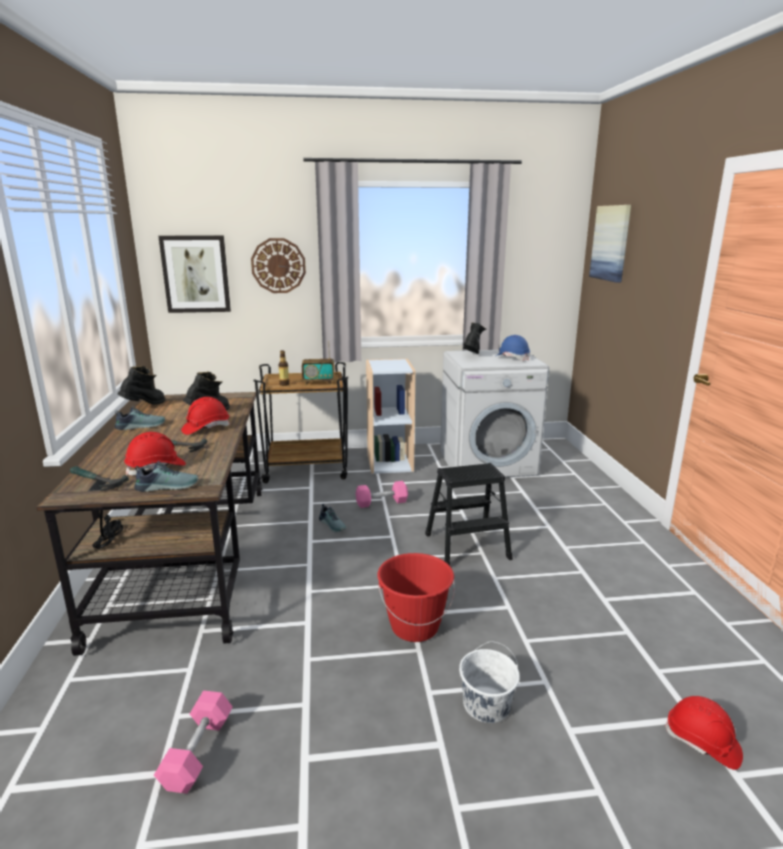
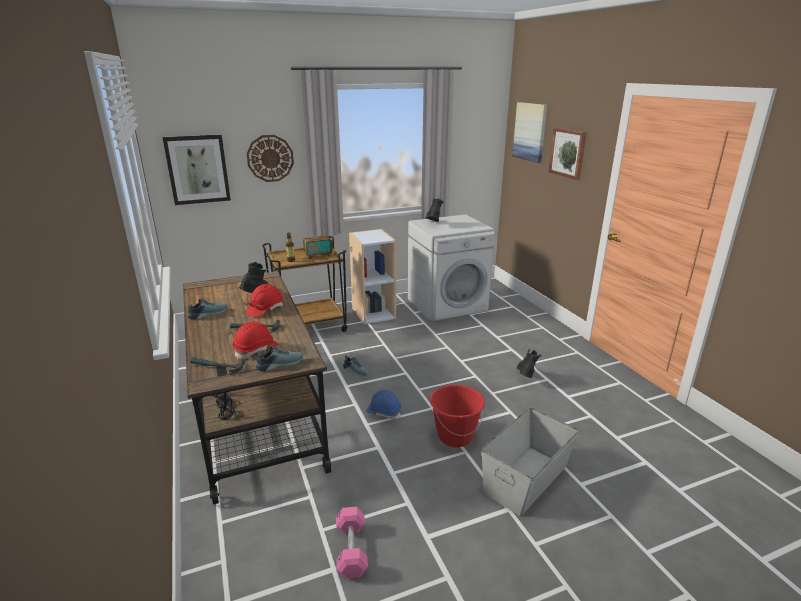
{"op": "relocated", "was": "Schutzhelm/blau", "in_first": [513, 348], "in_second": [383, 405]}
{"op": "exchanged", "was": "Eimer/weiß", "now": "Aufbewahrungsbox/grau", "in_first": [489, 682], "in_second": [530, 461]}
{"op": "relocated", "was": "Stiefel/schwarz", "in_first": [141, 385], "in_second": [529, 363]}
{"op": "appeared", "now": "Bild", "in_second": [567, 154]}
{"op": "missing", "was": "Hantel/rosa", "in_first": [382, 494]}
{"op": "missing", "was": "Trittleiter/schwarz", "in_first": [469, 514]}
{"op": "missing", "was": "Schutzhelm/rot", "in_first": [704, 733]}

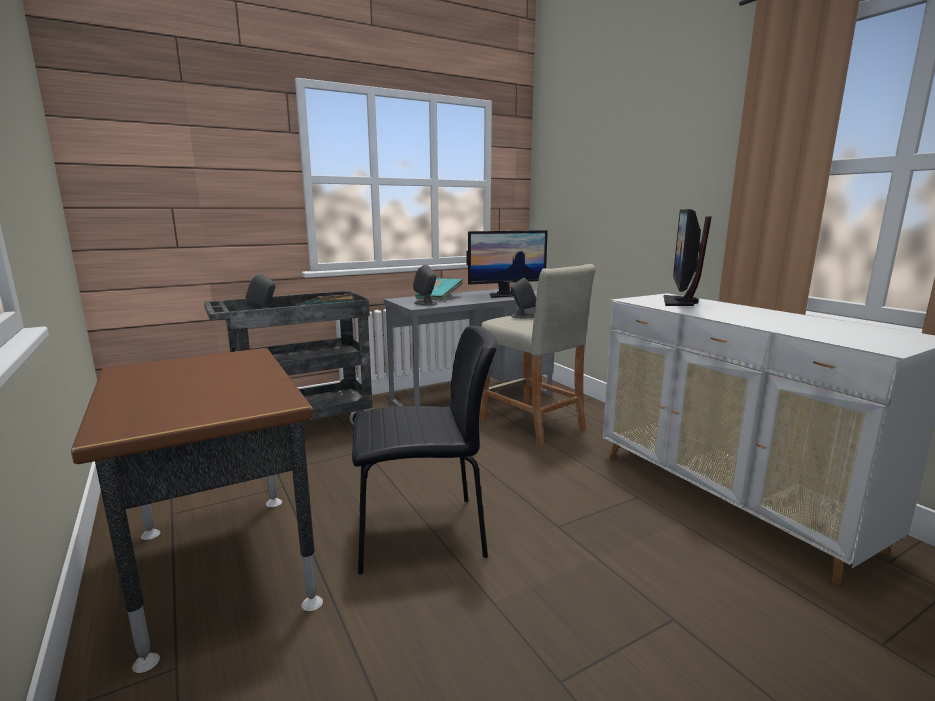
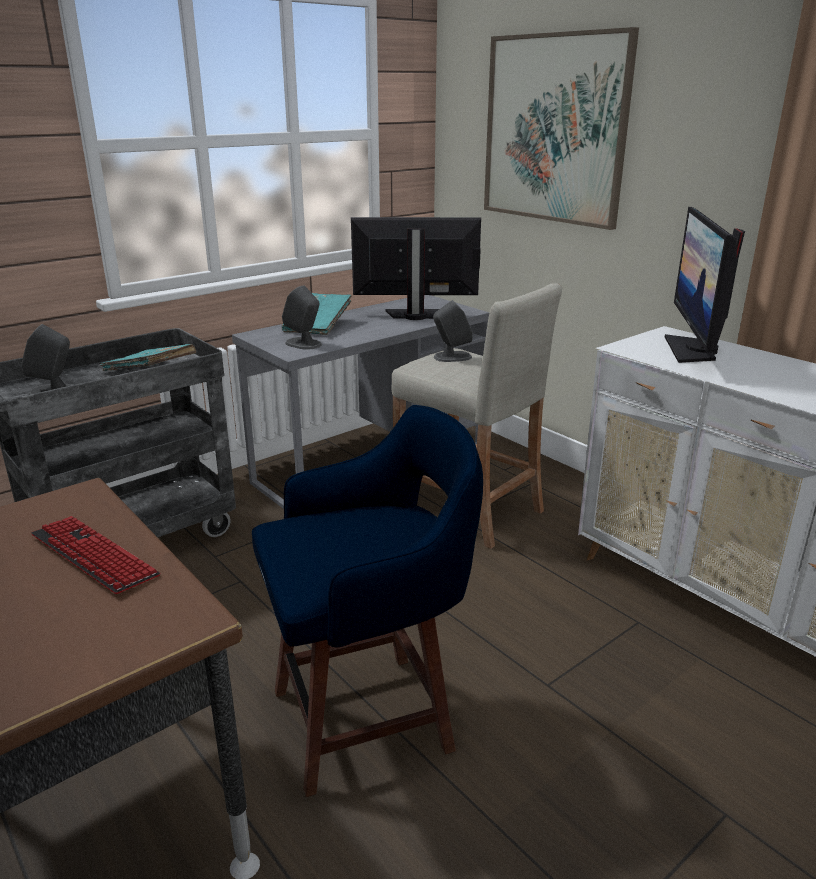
{"op": "appeared", "now": "Tastatur", "in_second": [96, 555]}
{"op": "exchanged", "was": "Stuhl/schwarz", "now": "Hocker/blau", "in_first": [424, 450], "in_second": [367, 601]}
{"op": "spun", "was": "Monitor", "in_first": [507, 264], "in_second": [416, 268], "clockwise": -150}
{"op": "appeared", "now": "Bild", "in_second": [561, 128]}

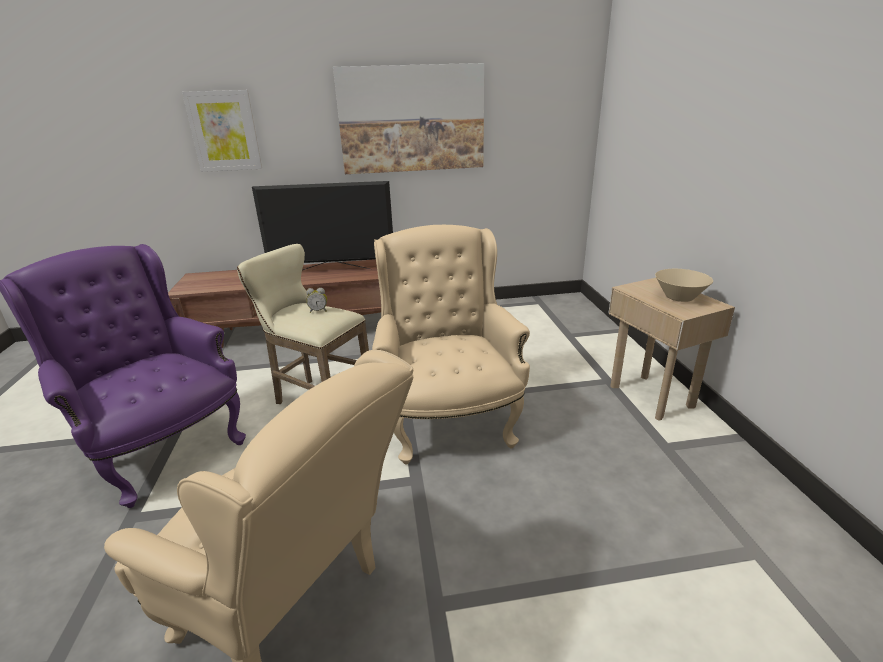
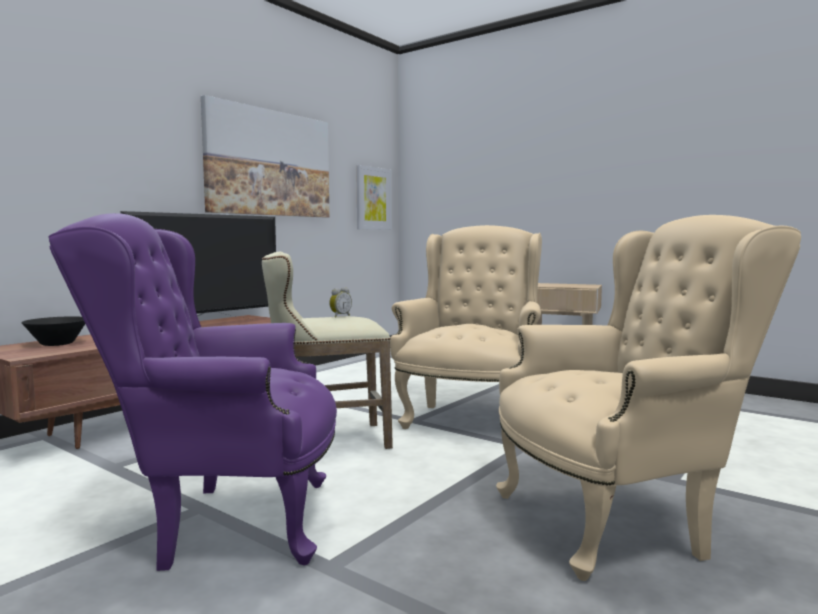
{"op": "appeared", "now": "Schüssel/schwarz", "in_second": [53, 331]}
{"op": "relocated", "was": "Bild", "in_first": [222, 131], "in_second": [373, 197]}
{"op": "spun", "was": "Sessel/beige", "in_first": [451, 345], "in_second": [466, 327], "clockwise": 75}
{"op": "missing", "was": "Schüssel/beige", "in_first": [684, 285]}

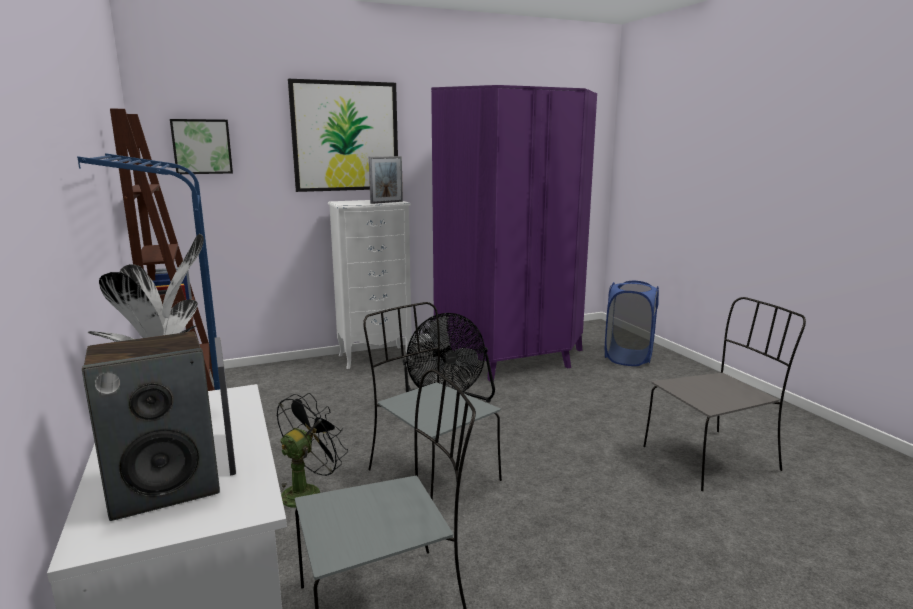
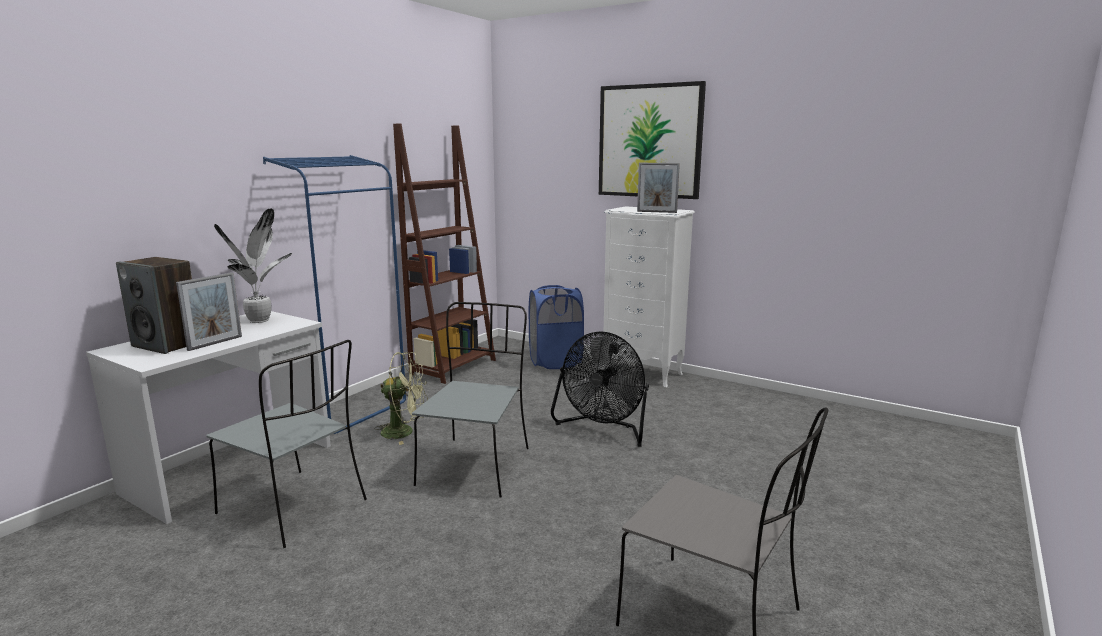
{"op": "colour", "was": "Ventilator/schwarz", "now": "Ventilator/grün", "in_first": [312, 450], "in_second": [401, 398]}
{"op": "relocated", "was": "Wäschekorb/blau", "in_first": [632, 323], "in_second": [556, 327]}
{"op": "missing", "was": "Bild", "in_first": [201, 146]}
{"op": "missing", "was": "Kleiderschrank/lila", "in_first": [514, 233]}

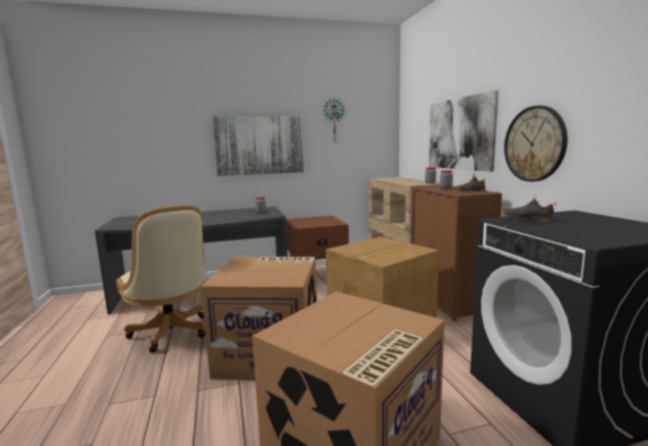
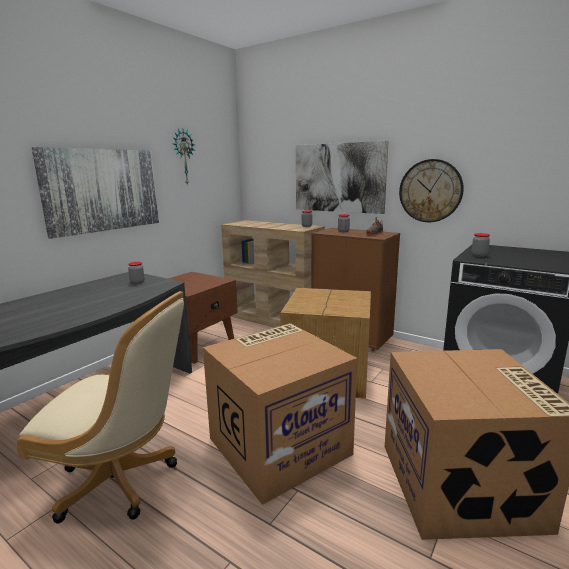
{"op": "exchanged", "was": "Schuh/schwarz", "now": "Vorratsglas", "in_first": [529, 208], "in_second": [480, 245]}

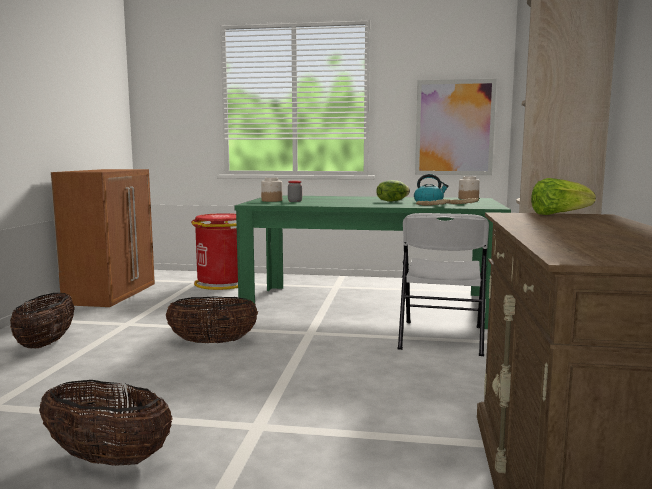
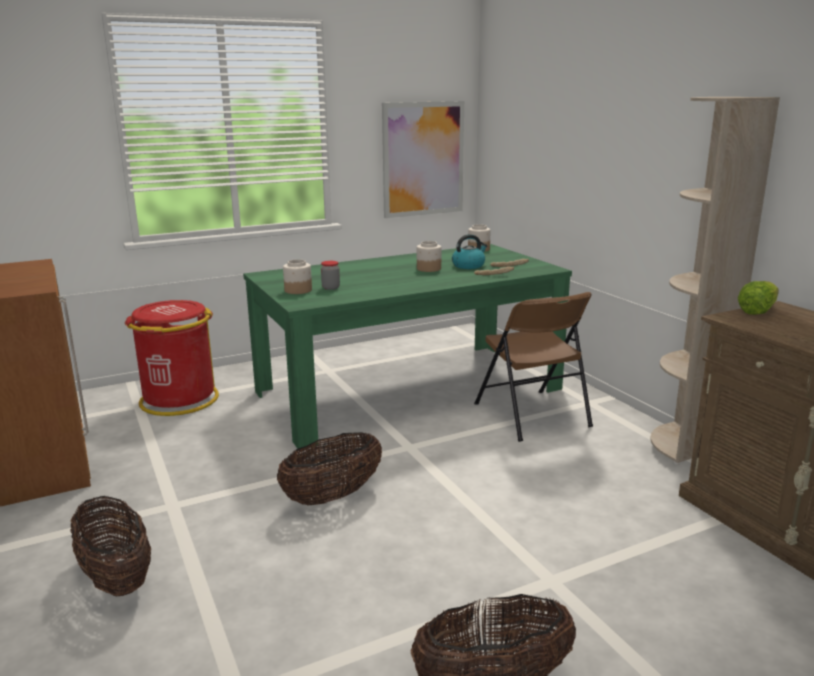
{"op": "exchanged", "was": "Salatkopf", "now": "Vorratsglas", "in_first": [393, 191], "in_second": [429, 256]}
{"op": "colour", "was": "Stuhl/weiß", "now": "Stuhl/braun", "in_first": [443, 284], "in_second": [533, 367]}

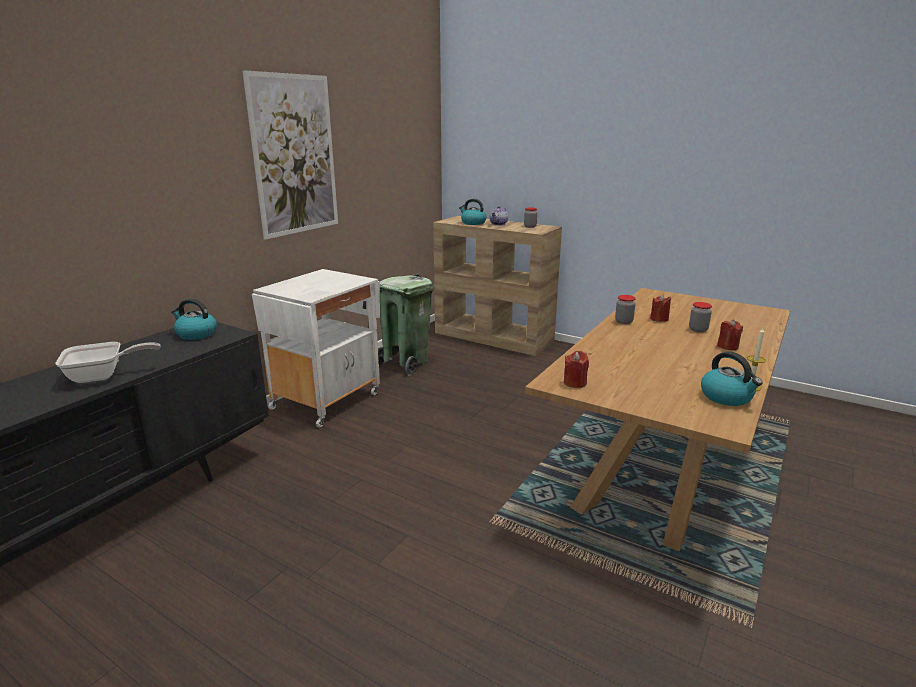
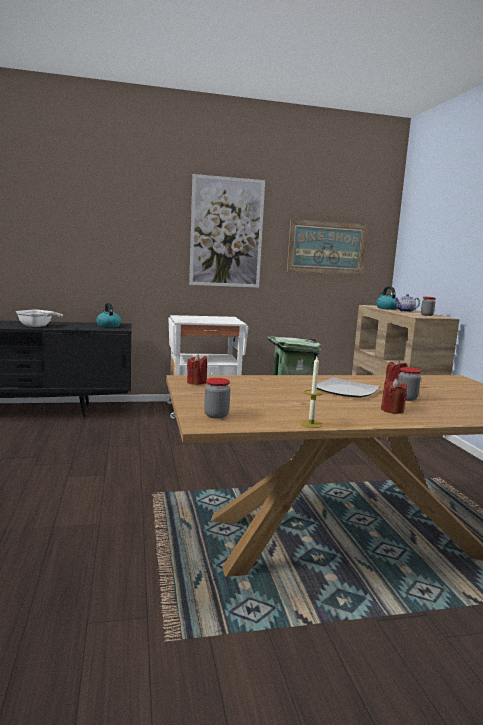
{"op": "relocated", "was": "Vorratsglas", "in_first": [625, 309], "in_second": [217, 398]}
{"op": "appeared", "now": "Bild", "in_second": [327, 247]}
{"op": "appeared", "now": "Teller", "in_second": [348, 387]}
{"op": "missing", "was": "Wasserkessel", "in_first": [732, 378]}

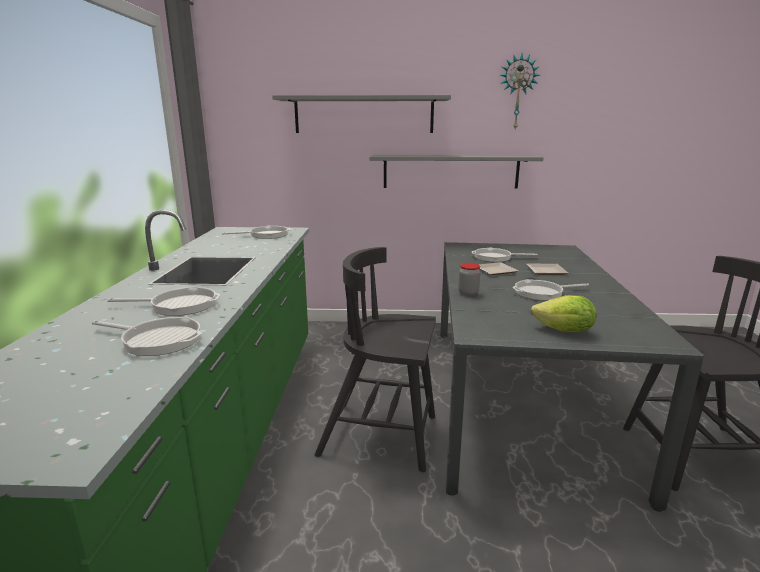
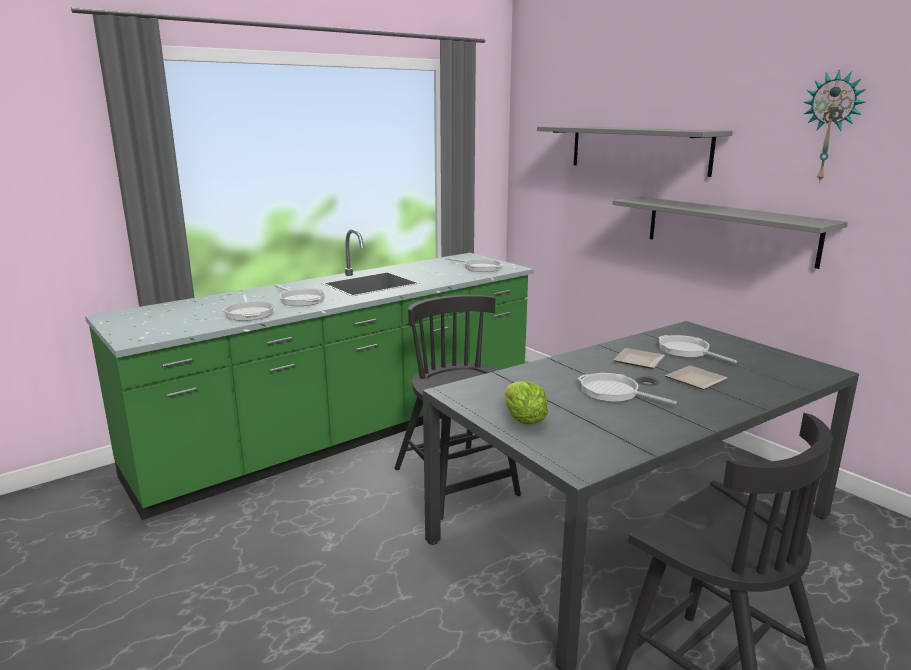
{"op": "missing", "was": "Vorratsglas", "in_first": [469, 279]}

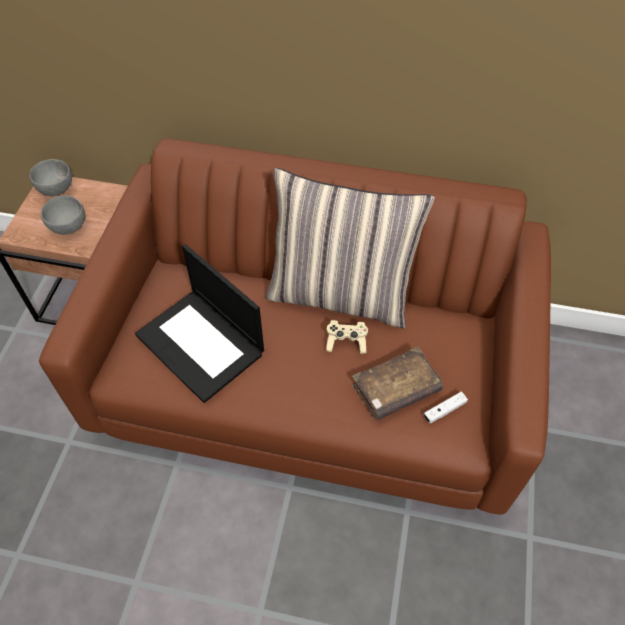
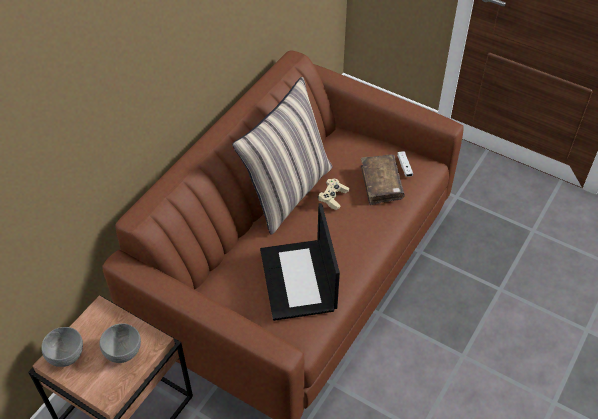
{"op": "spun", "was": "Laptop", "in_first": [199, 323], "in_second": [300, 262], "clockwise": 105}

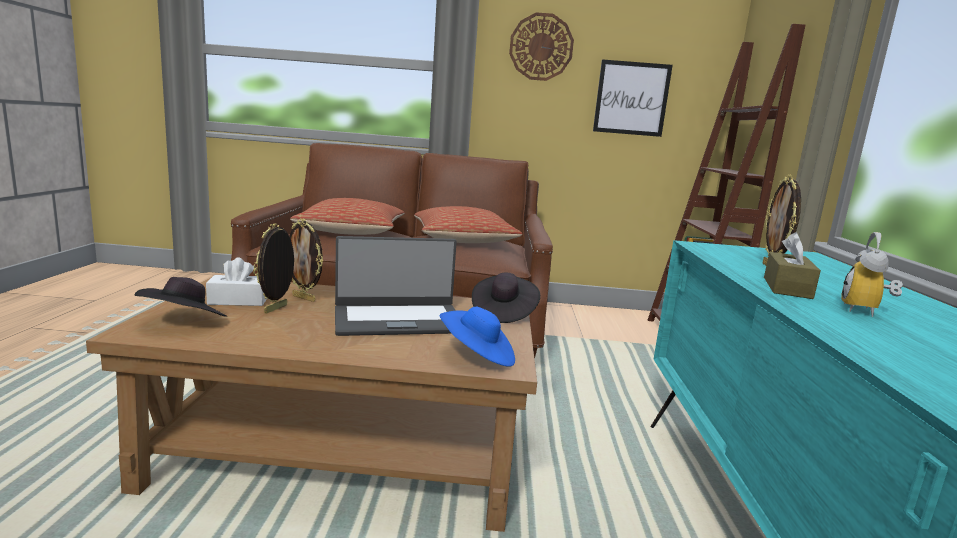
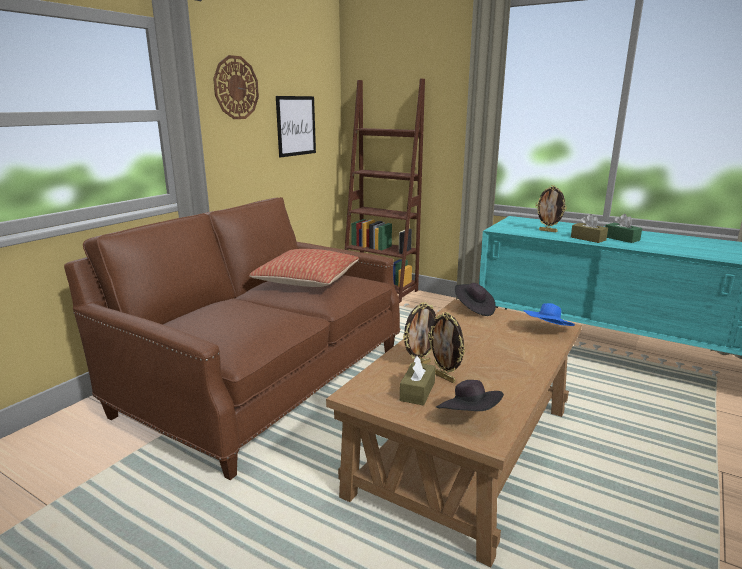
{"op": "colour", "was": "Taschentuchbox/weiß", "now": "Taschentuchbox/braun", "in_first": [236, 281], "in_second": [418, 381]}
{"op": "exchanged", "was": "Wecker", "now": "Taschentuchbox/grün", "in_first": [872, 274], "in_second": [623, 228]}
{"op": "missing", "was": "Kissen", "in_first": [347, 216]}
{"op": "missing", "was": "Laptop", "in_first": [396, 286]}

